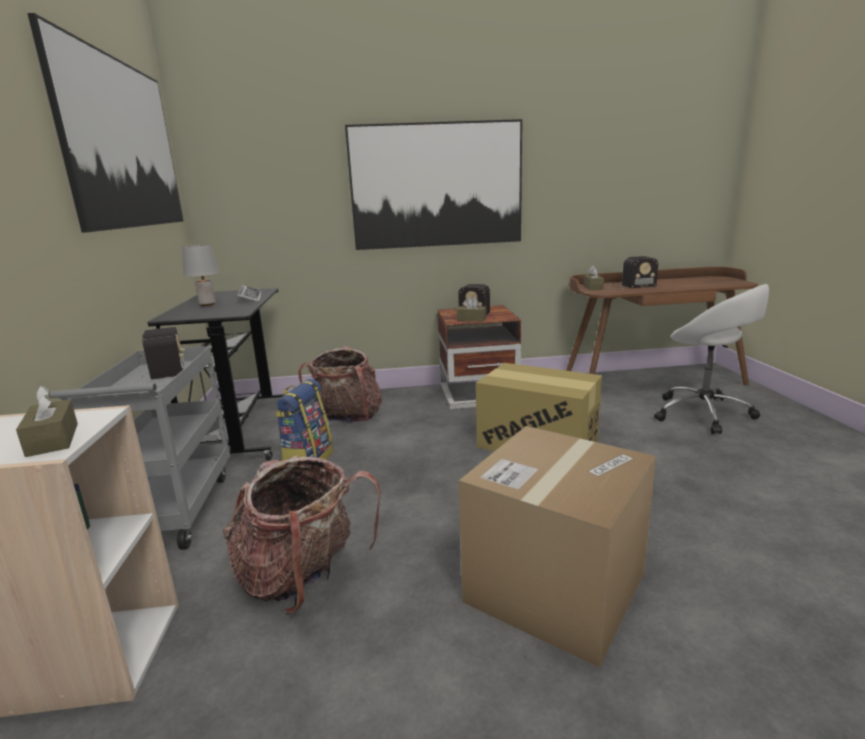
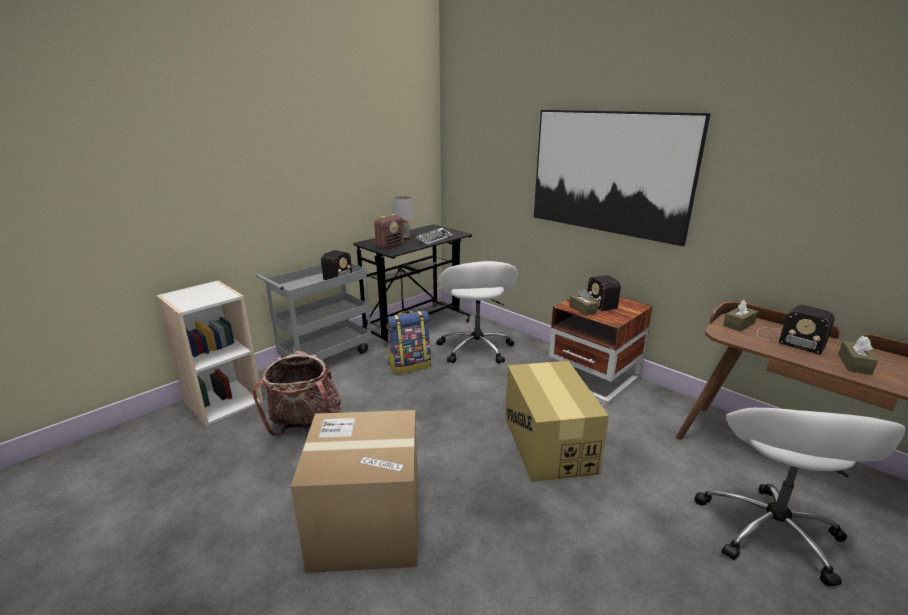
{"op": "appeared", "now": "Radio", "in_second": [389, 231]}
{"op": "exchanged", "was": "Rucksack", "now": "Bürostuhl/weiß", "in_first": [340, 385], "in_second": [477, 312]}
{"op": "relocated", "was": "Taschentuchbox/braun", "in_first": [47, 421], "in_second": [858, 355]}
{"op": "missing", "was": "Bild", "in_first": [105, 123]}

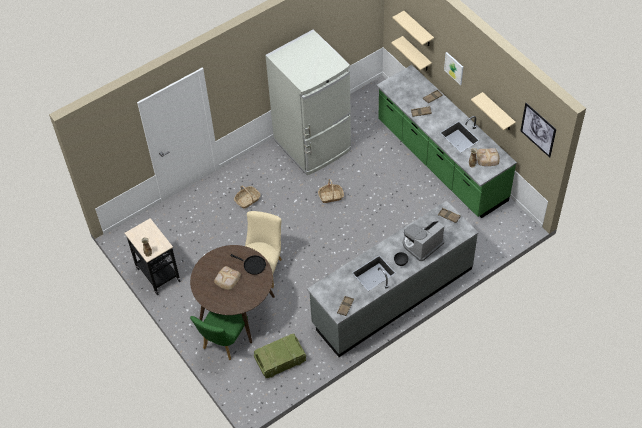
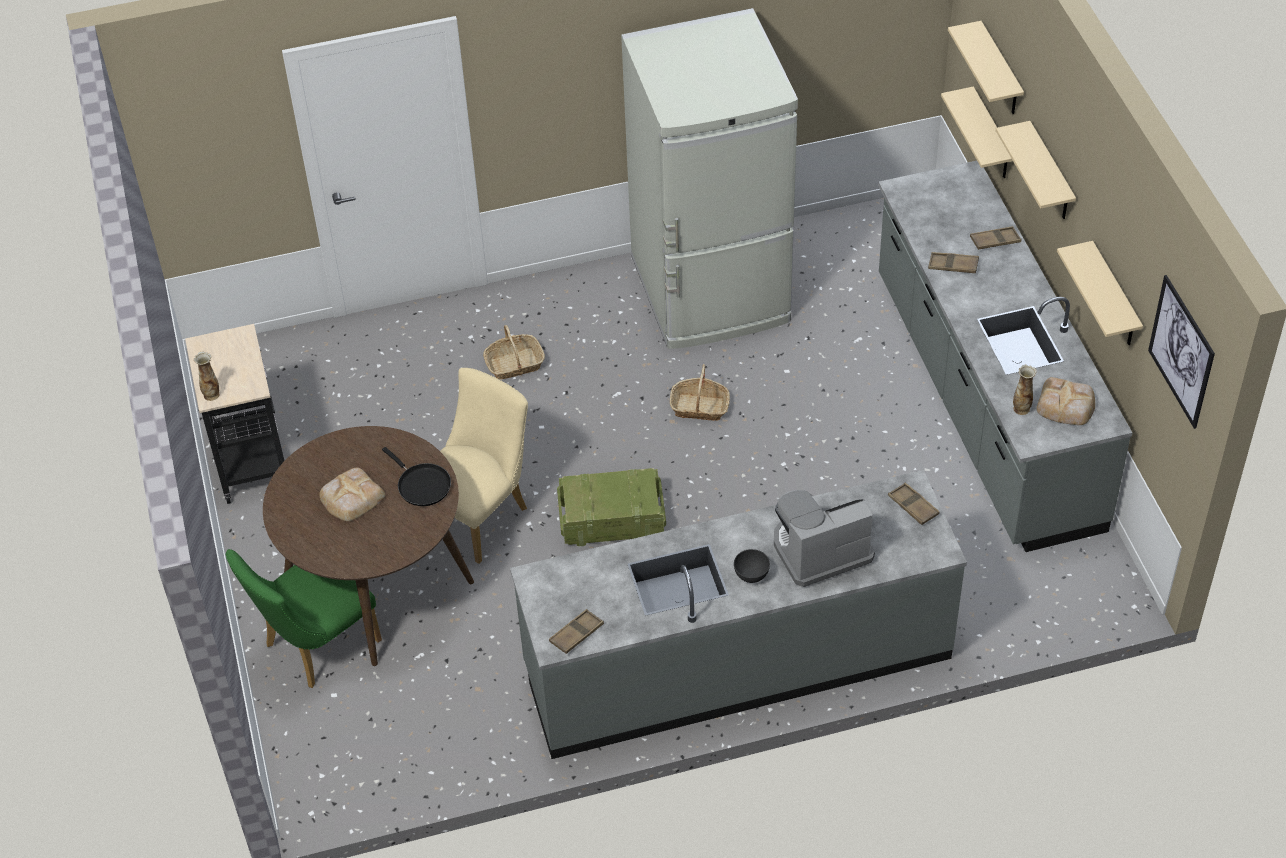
{"op": "relocated", "was": "Kiste", "in_first": [280, 356], "in_second": [611, 507]}
{"op": "colour", "was": "Küchenzeile/grün", "now": "Küchenzeile/grau", "in_first": [446, 141], "in_second": [1005, 356]}
{"op": "exchanged", "was": "Bild", "now": "Wandregal/beige", "in_first": [453, 68], "in_second": [1036, 170]}

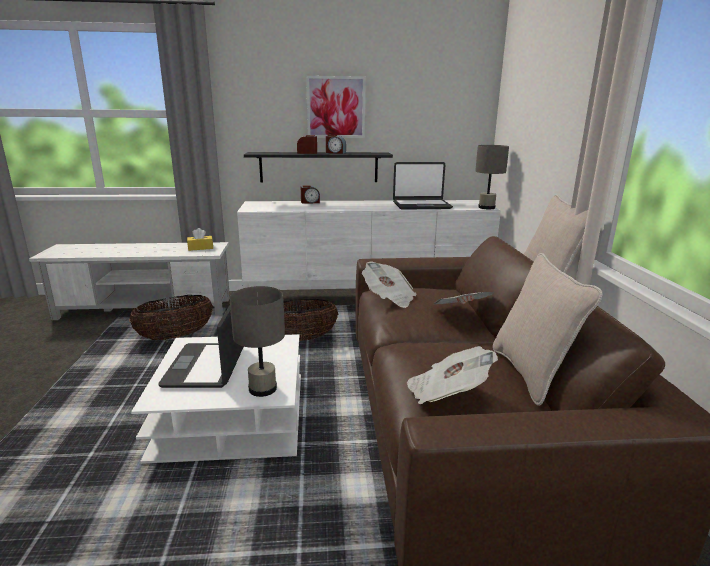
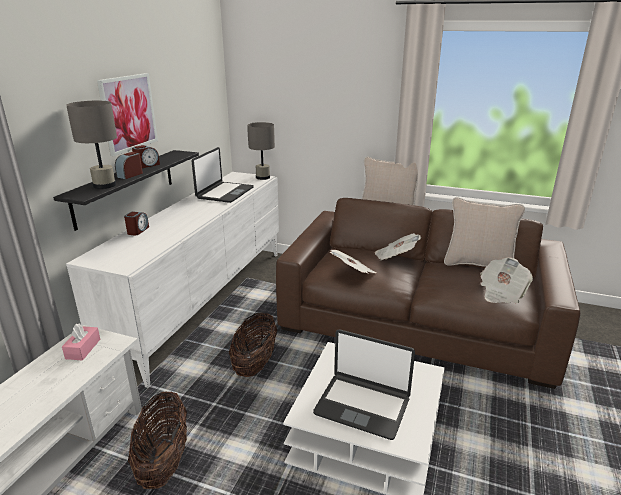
{"op": "colour", "was": "Taschentuchbox/gelb", "now": "Taschentuchbox/rosa", "in_first": [200, 239], "in_second": [81, 342]}
{"op": "relocated", "was": "Tischlampe/grau", "in_first": [257, 341], "in_second": [91, 145]}

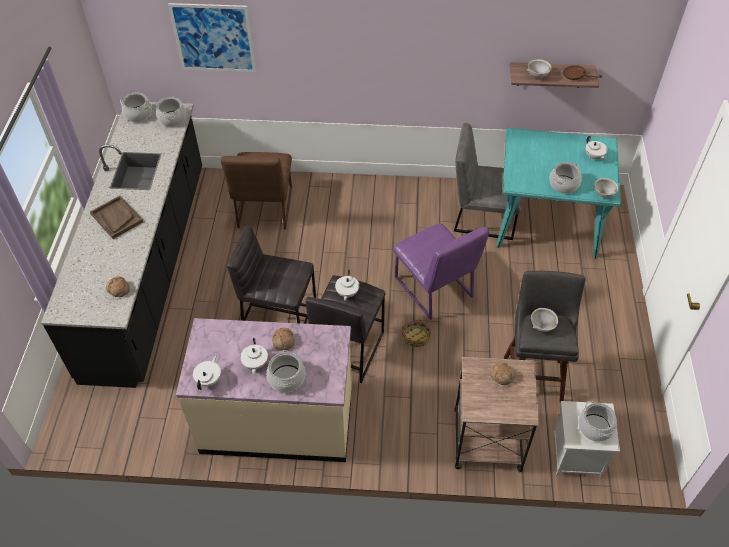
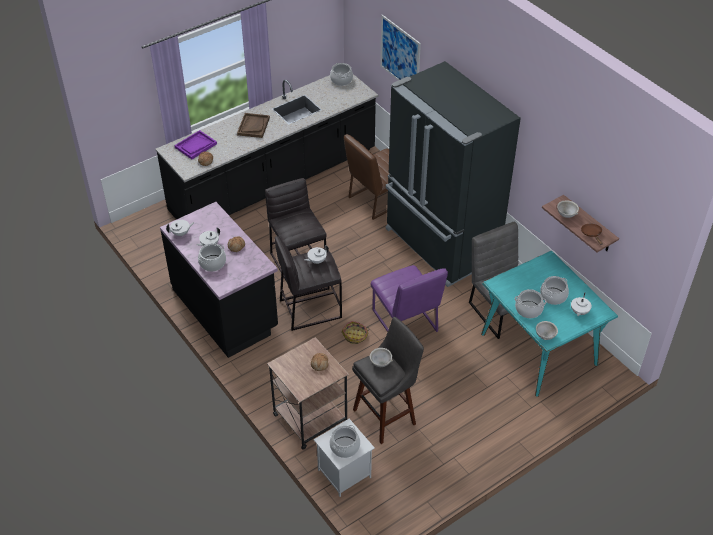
{"op": "colour", "was": "Küchenzeile/beige", "now": "Küchenzeile/schwarz", "in_first": [264, 390], "in_second": [219, 280]}
{"op": "appeared", "now": "Tablett/lila", "in_second": [195, 144]}
{"op": "spun", "was": "Stuhl/lila", "in_first": [441, 271], "in_second": [409, 298], "clockwise": -45}
{"op": "appeared", "now": "Kühlschrank/schwarz", "in_second": [453, 174]}
{"op": "relocated", "was": "Kochtopf", "in_first": [171, 111], "in_second": [554, 290]}

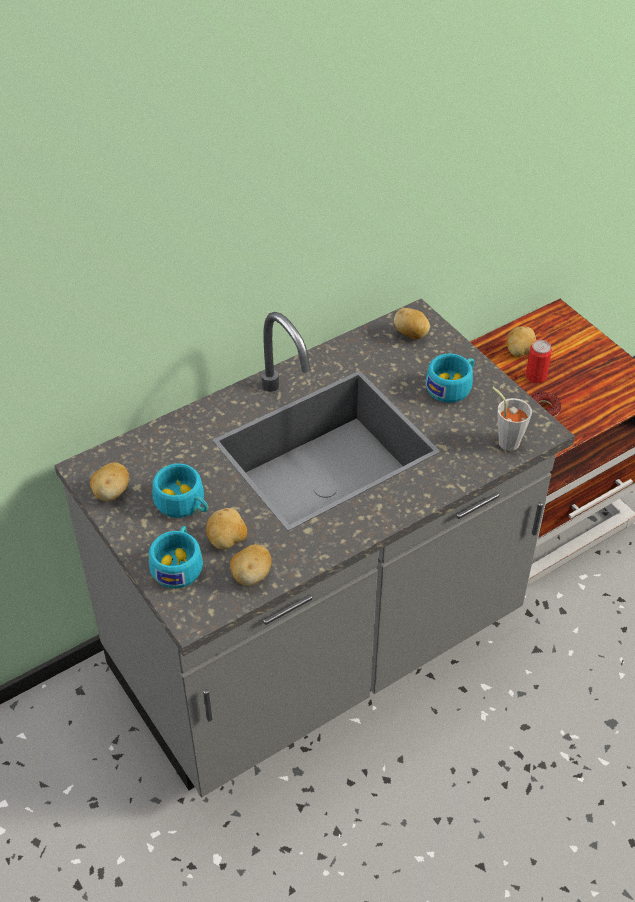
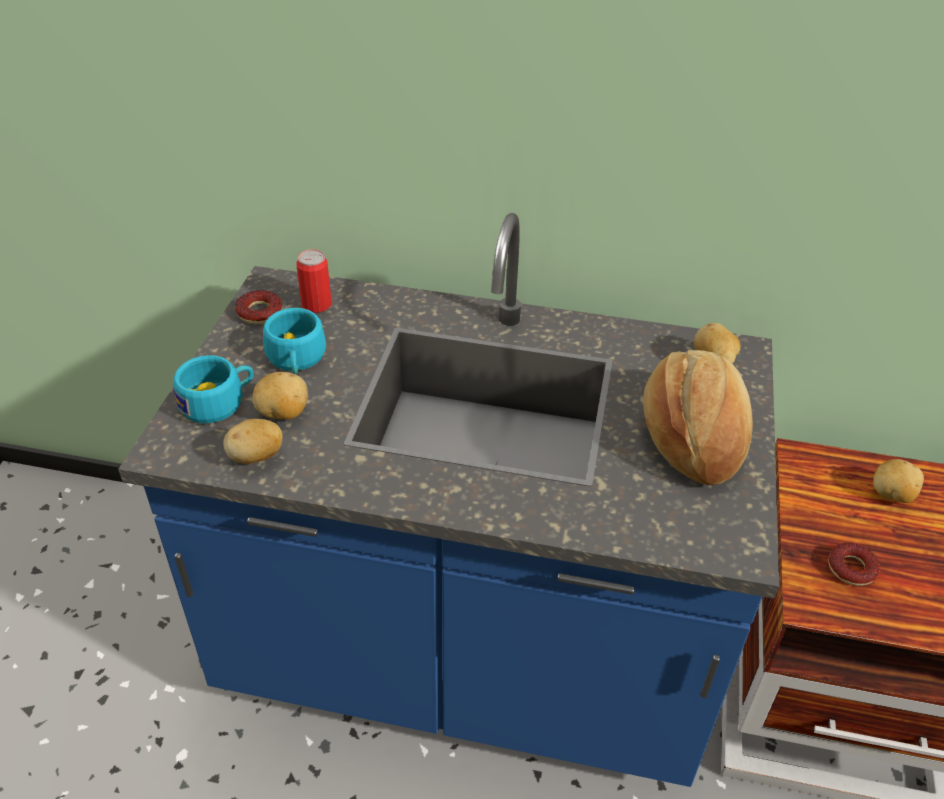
{"op": "colour", "was": "Küchenzeile/grau", "now": "Küchenzeile/blau", "in_first": [314, 548], "in_second": [448, 500]}
{"op": "exchanged", "was": "Kartoffel", "now": "Donut", "in_first": [109, 481], "in_second": [258, 307]}
{"op": "relocated", "was": "Dose", "in_first": [538, 361], "in_second": [314, 281]}
{"op": "exchanged", "was": "Tasse/türkis", "now": "Brot", "in_first": [450, 378], "in_second": [698, 417]}
{"op": "missing", "was": "Tasse/grau", "in_first": [512, 419]}

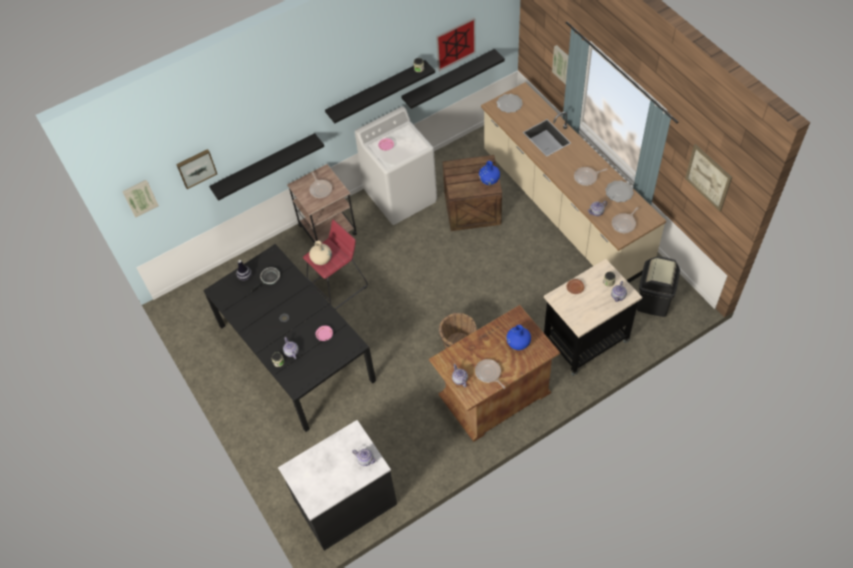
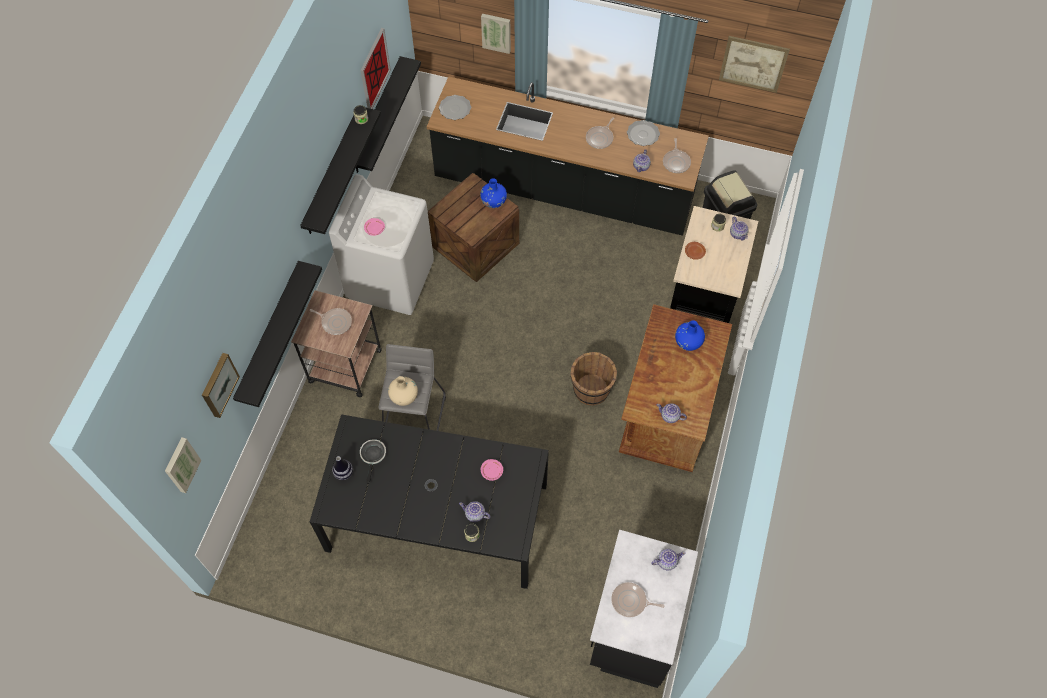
{"op": "colour", "was": "Hocker/rot", "now": "Hocker/grau", "in_first": [335, 264], "in_second": [412, 390]}
{"op": "colour", "was": "Küchenzeile/beige", "now": "Küchenzeile/schwarz", "in_first": [573, 182], "in_second": [568, 156]}
{"op": "relocated", "was": "Pfanne", "in_first": [490, 374], "in_second": [638, 599]}

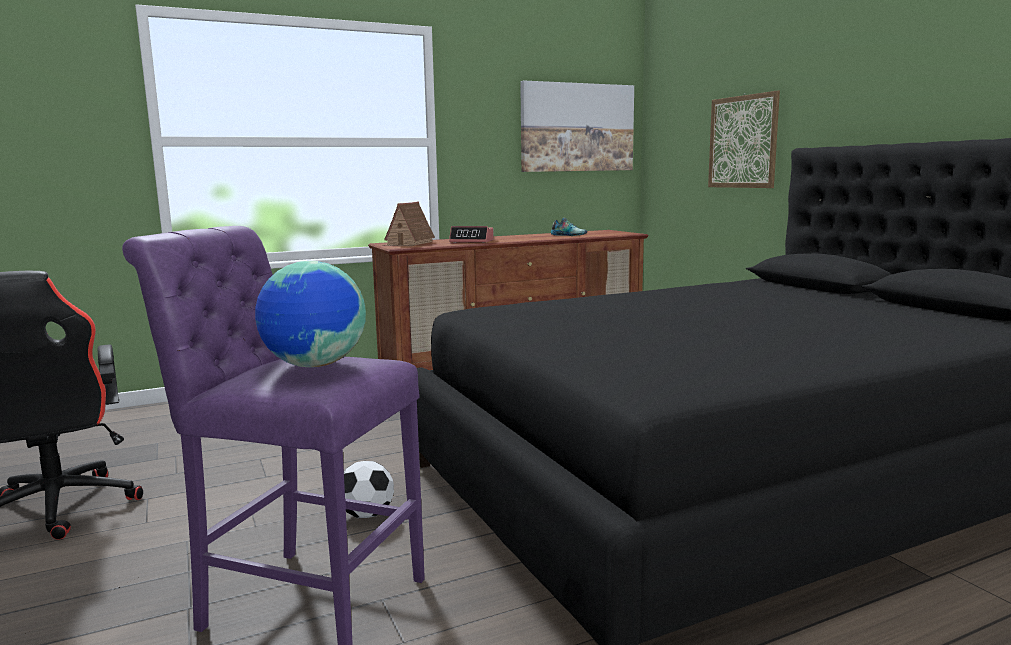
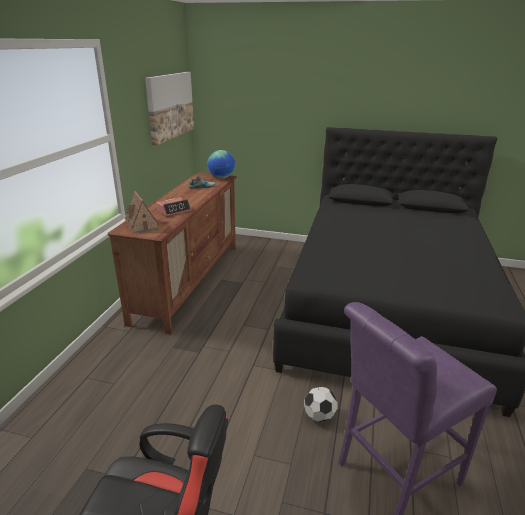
{"op": "relocated", "was": "Globus", "in_first": [310, 314], "in_second": [221, 164]}
{"op": "missing", "was": "Bild", "in_first": [744, 139]}

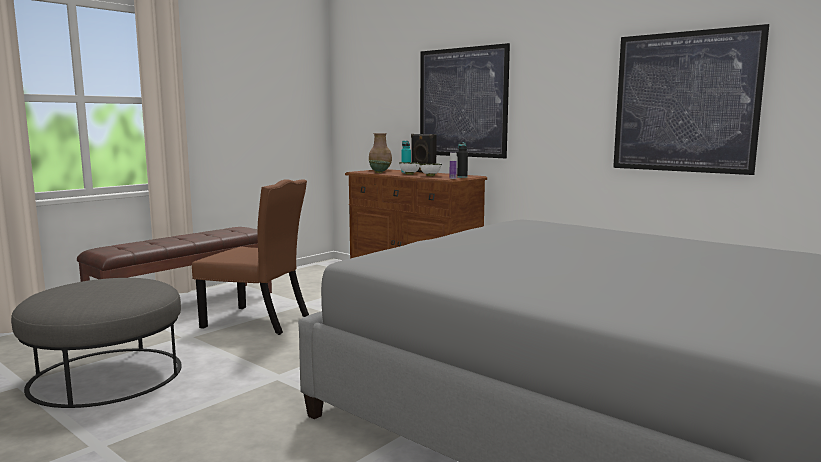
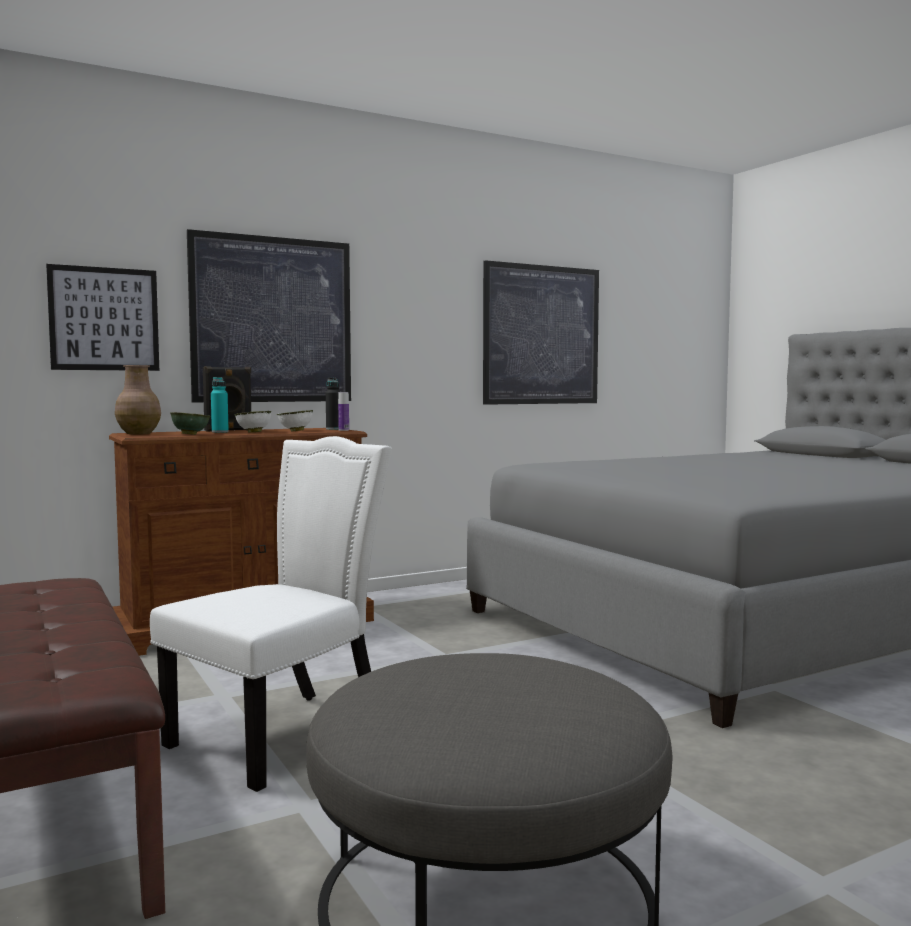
{"op": "appeared", "now": "Bild", "in_second": [102, 317]}
{"op": "colour", "was": "Stuhl/braun", "now": "Stuhl/weiß", "in_first": [250, 257], "in_second": [271, 614]}

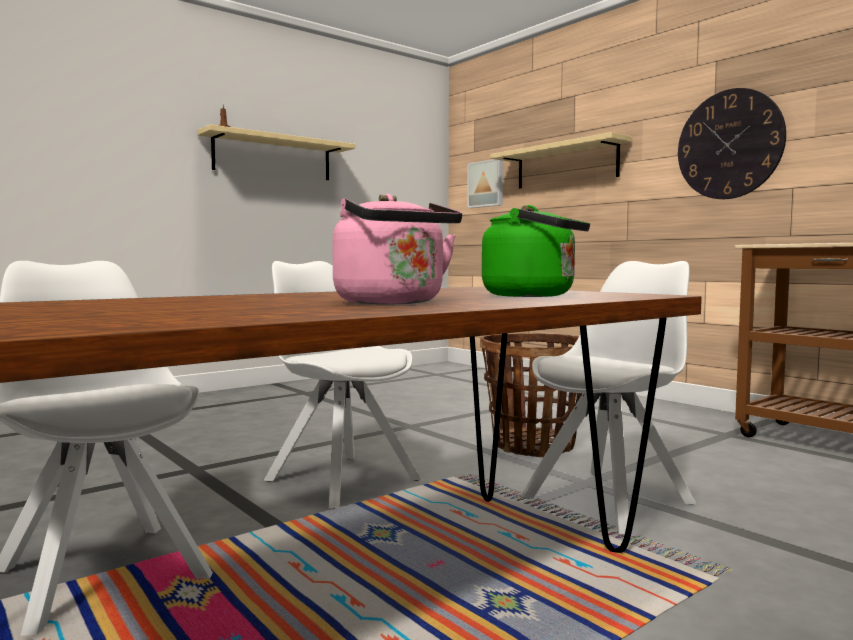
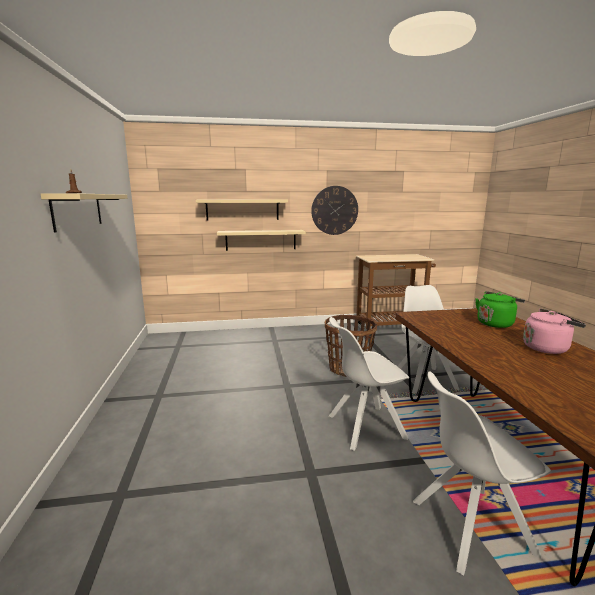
{"op": "appeared", "now": "Wandregal/beige", "in_second": [261, 240]}
{"op": "missing", "was": "Bild", "in_first": [485, 183]}

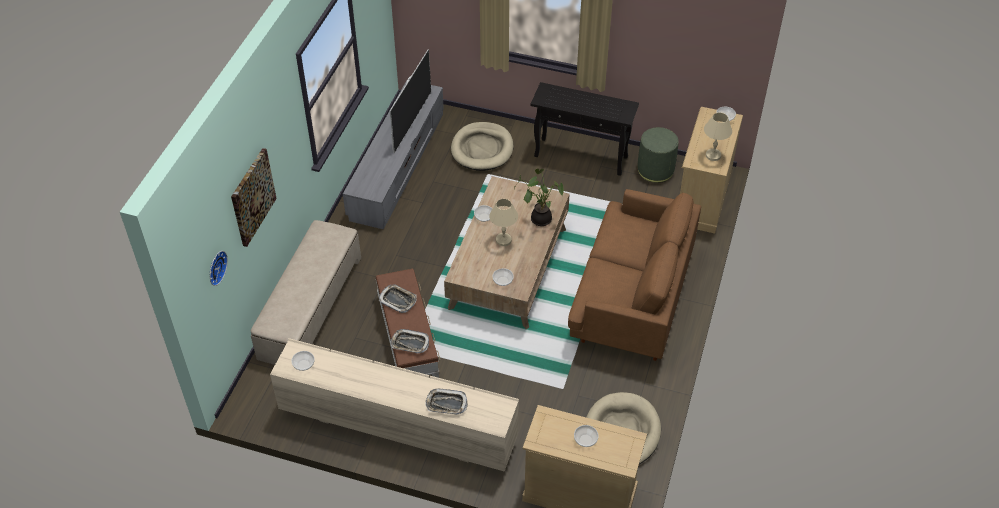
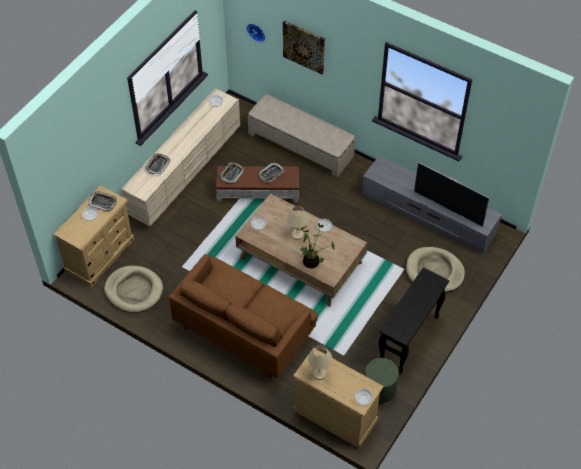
{"op": "appeared", "now": "Tablett", "in_second": [103, 201]}

